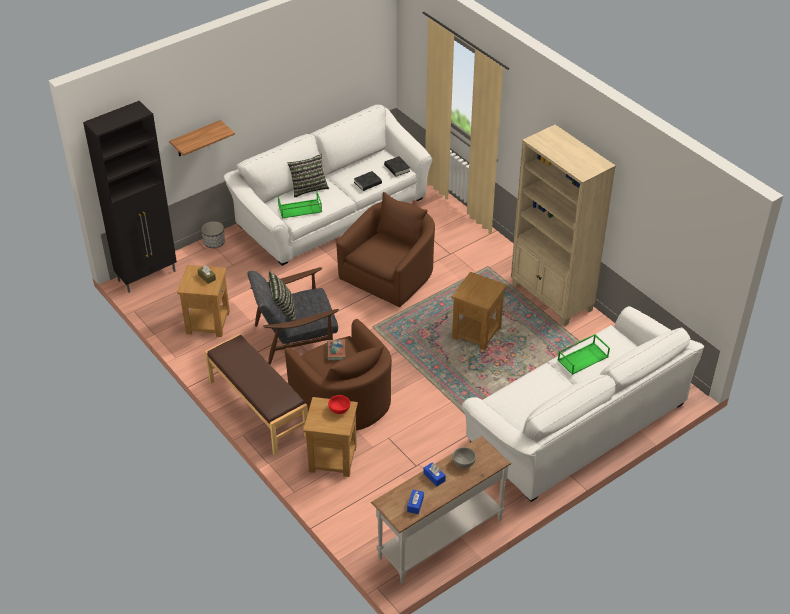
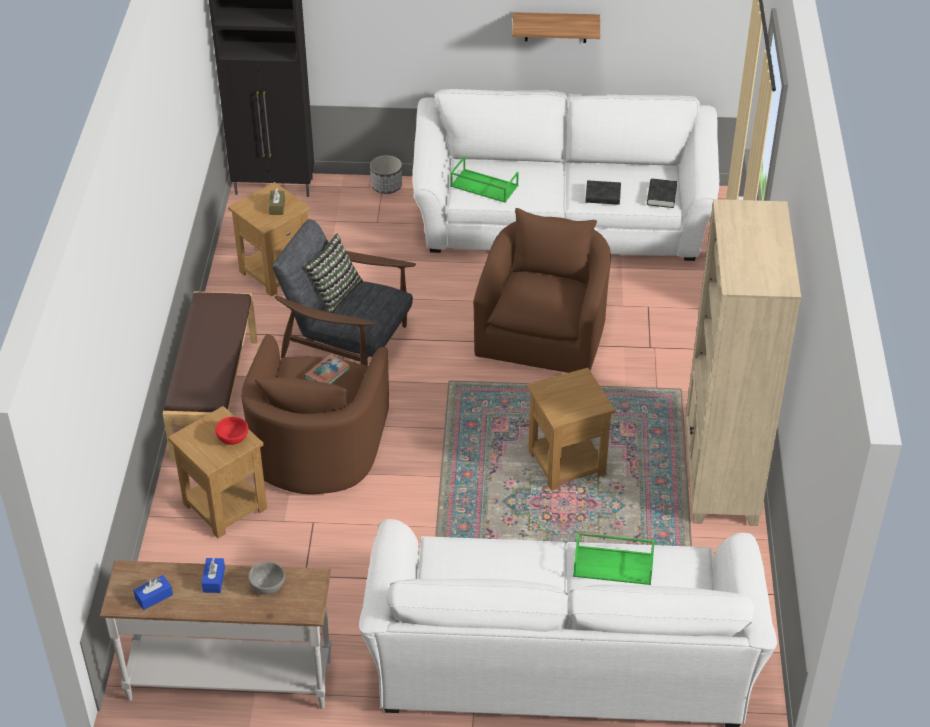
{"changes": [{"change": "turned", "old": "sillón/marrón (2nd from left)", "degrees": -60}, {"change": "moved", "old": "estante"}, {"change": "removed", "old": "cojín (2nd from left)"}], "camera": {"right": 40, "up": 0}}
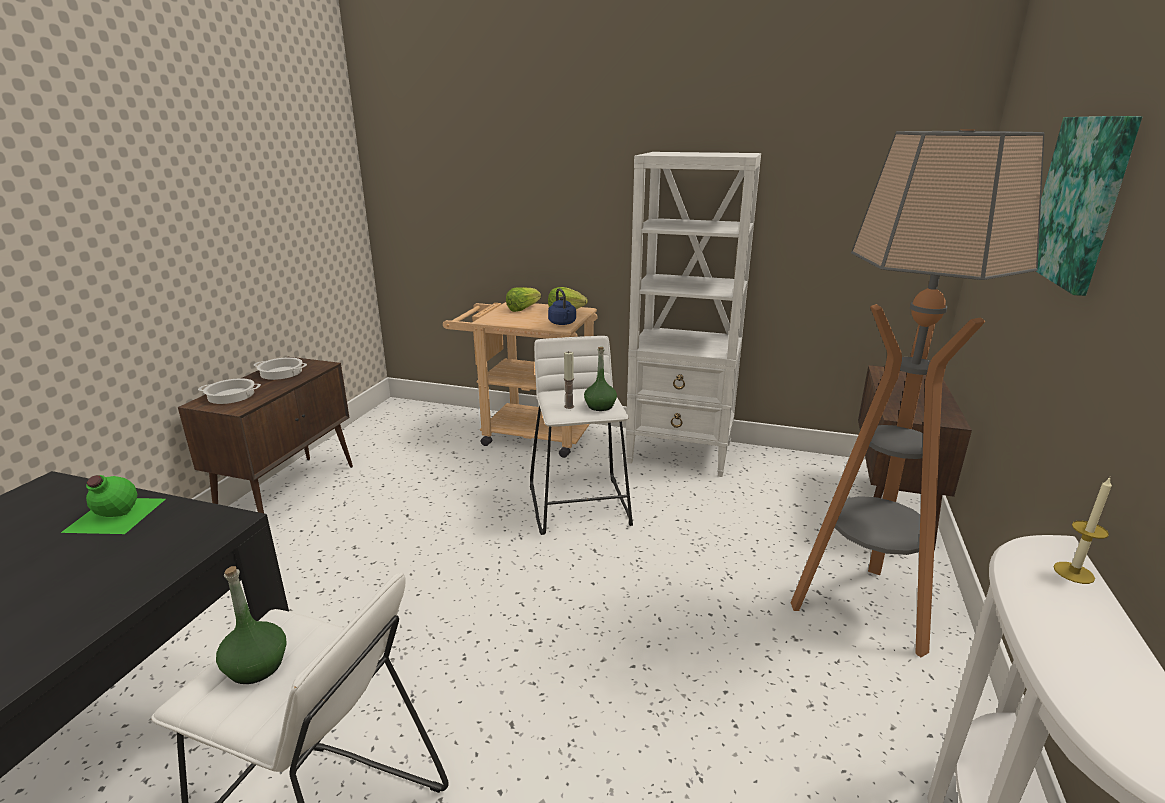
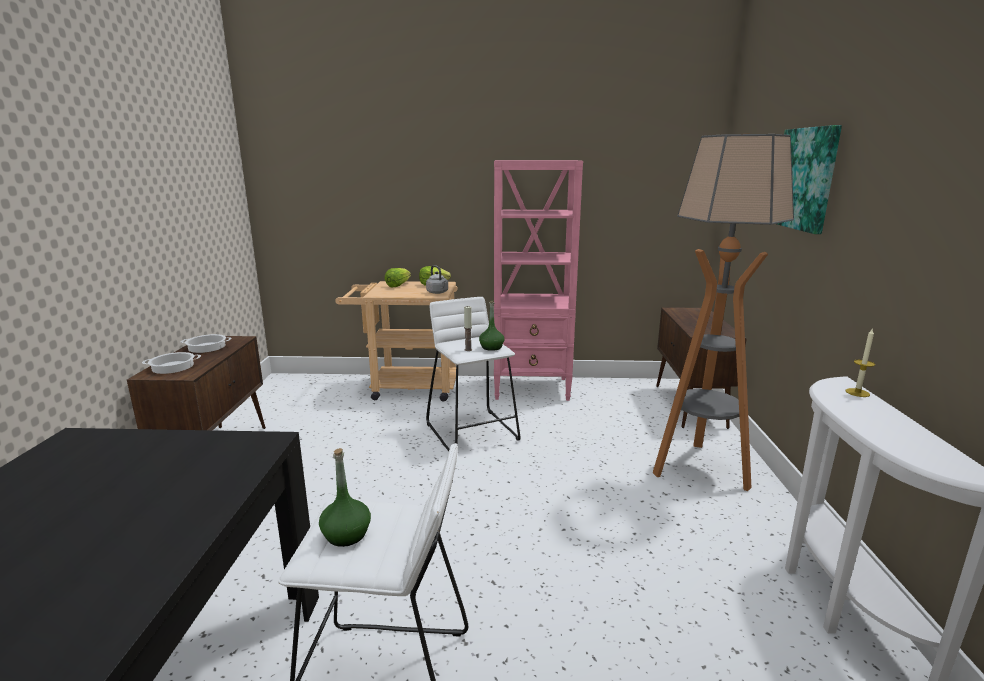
{"changes": [{"change": "recoloured", "old": "hervidor/azul", "new": "hervidor/gris"}, {"change": "recoloured", "old": "estantería/blanco", "new": "estantería/rosa"}, {"change": "removed", "old": "botella/verde (1st from left)"}], "camera": {"right": -15, "up": -5}}
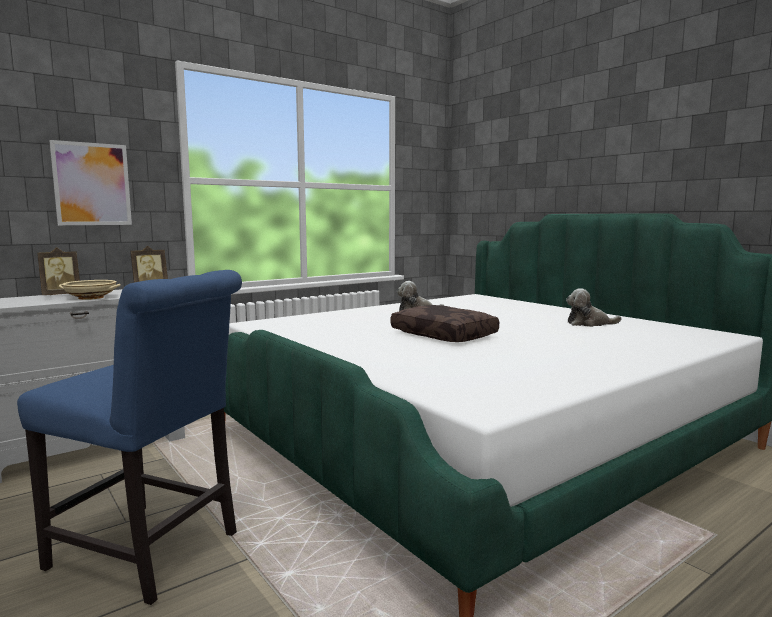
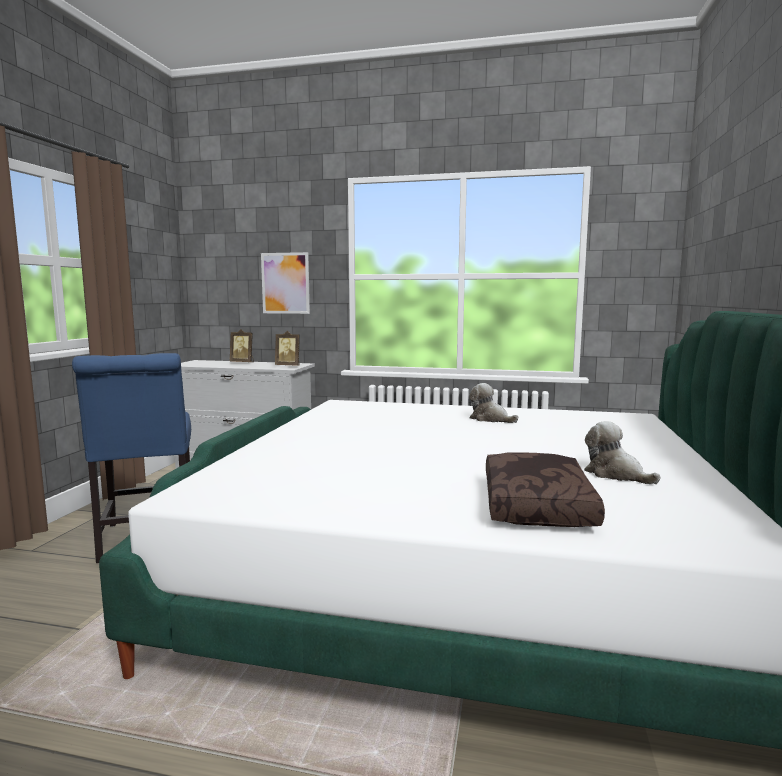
{"changes": [{"change": "moved", "old": "cojín/marrón"}, {"change": "removed", "old": "cuenco/beis"}], "camera": {"right": 50, "up": 0}}
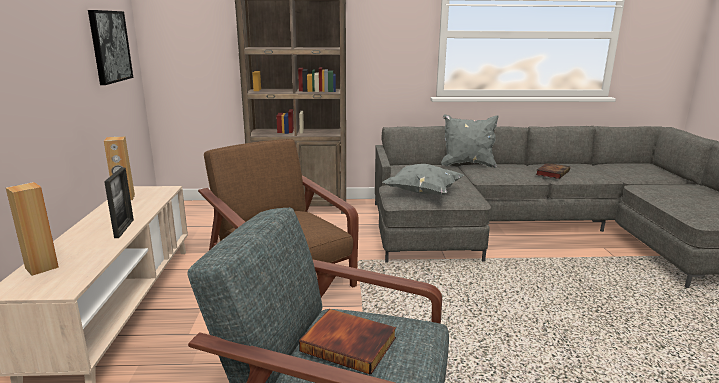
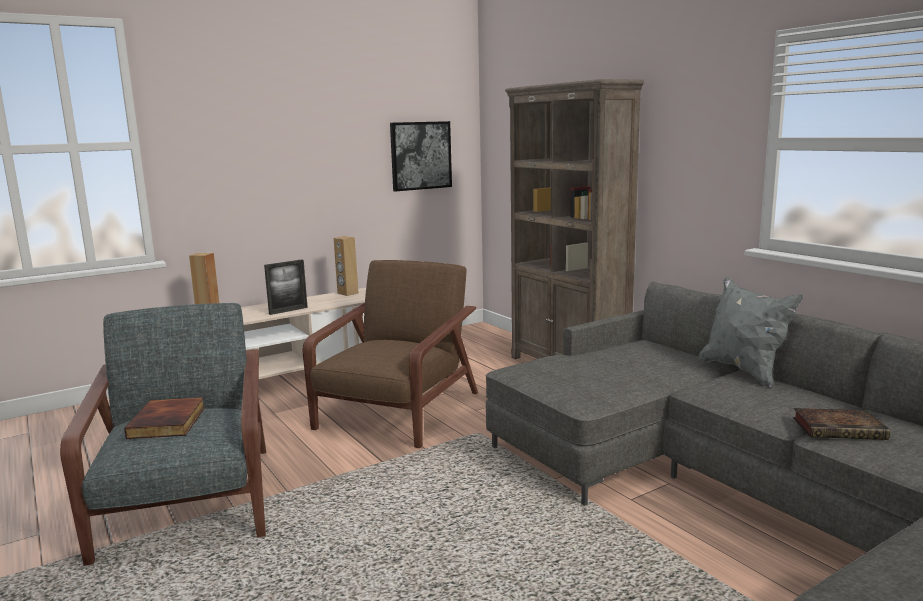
{"changes": [{"change": "removed", "old": "cojín/gris (1st from left)"}], "camera": {"right": 60, "up": -5}}
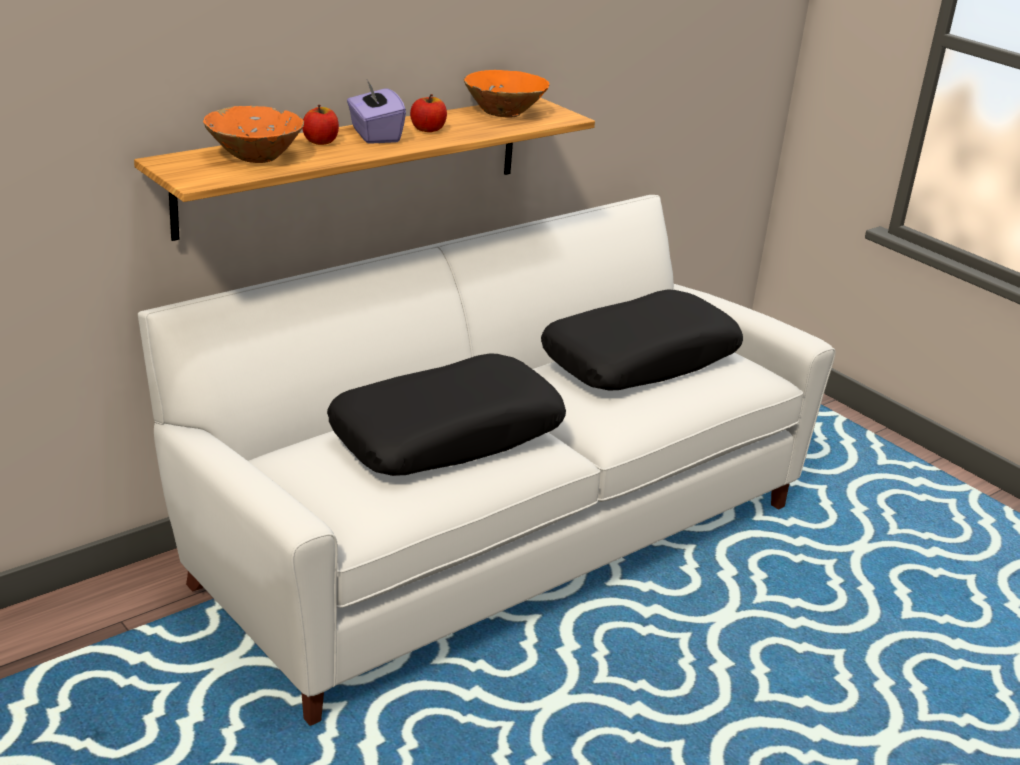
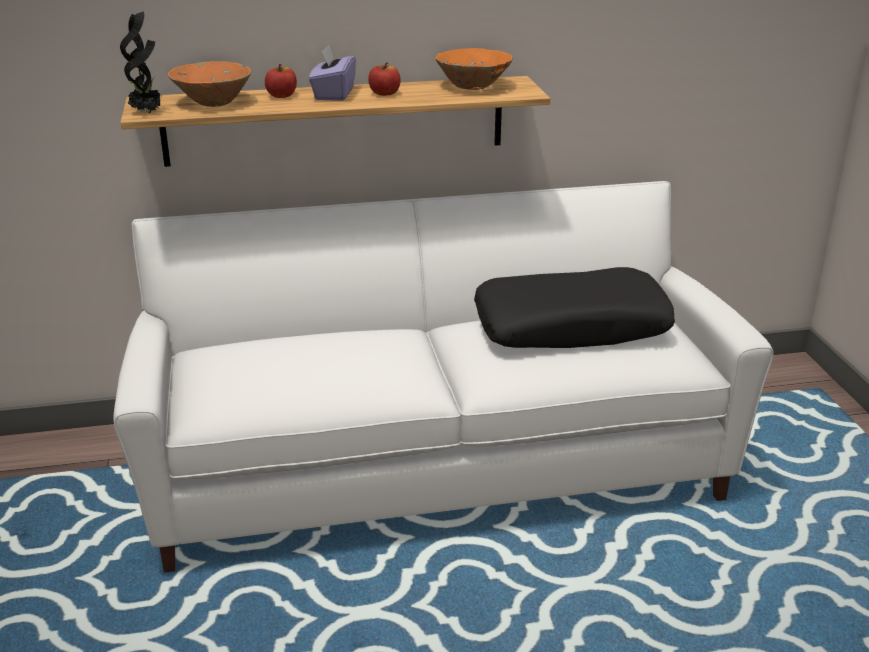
{"changes": [{"change": "added", "new": "planta en maceta"}, {"change": "removed", "old": "cojín/negro (1st from left)"}], "camera": {"right": 30, "up": 0}}
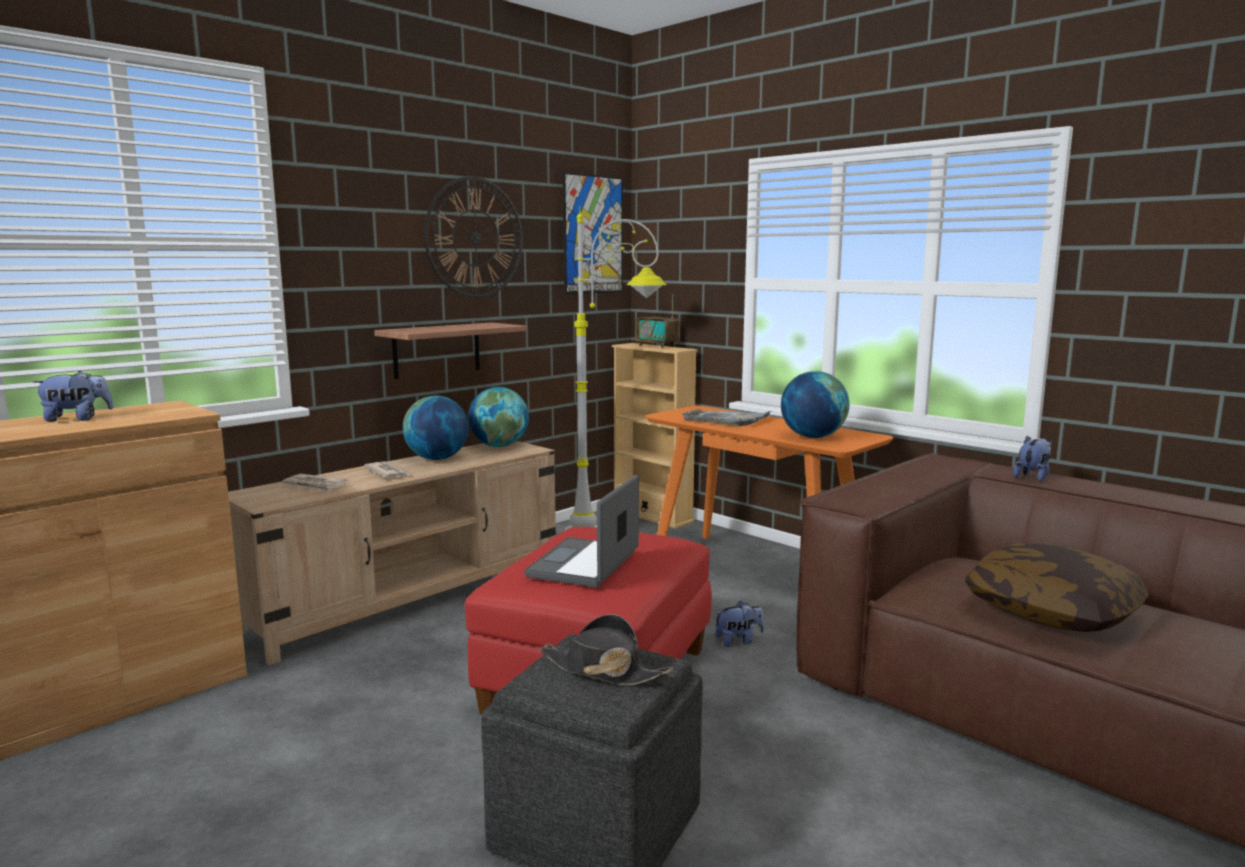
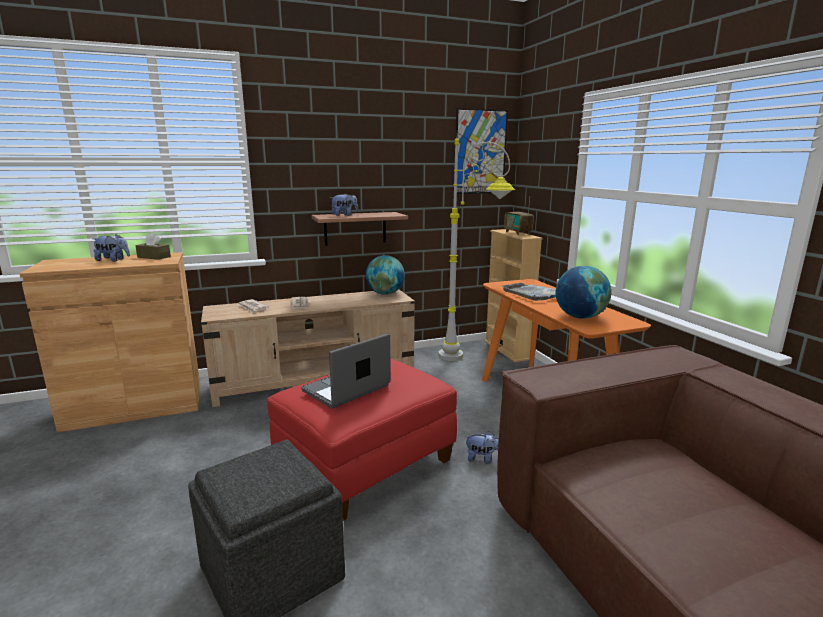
{"changes": [{"change": "added", "new": "caja de pañuelos/marrón"}, {"change": "moved", "old": "peluche (3rd from left in the first image)", "new": "peluche (2nd from left)"}, {"change": "removed", "old": "globo terráqueo (1st from left)"}, {"change": "removed", "old": "reloj de pared"}, {"change": "removed", "old": "sombrero/negro"}, {"change": "removed", "old": "cojín"}], "camera": {"right": 25, "up": 5}}
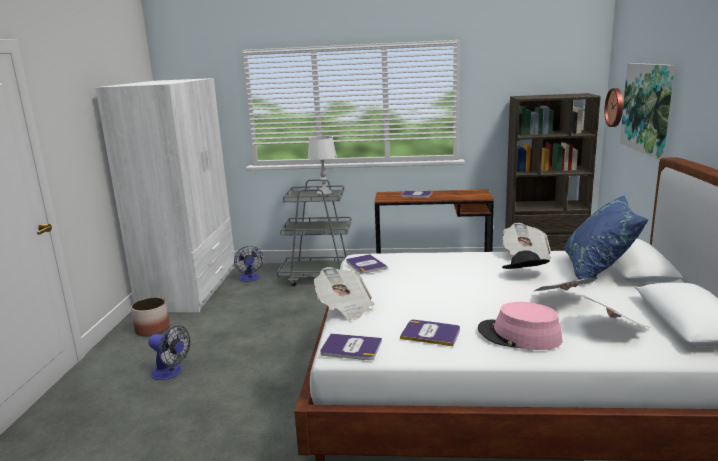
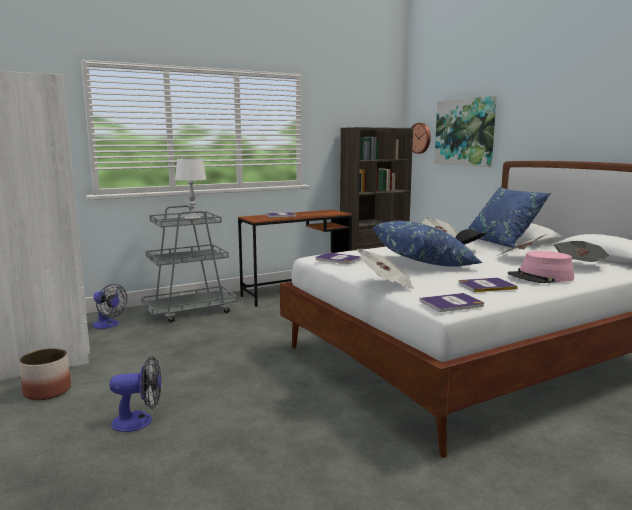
{"changes": [{"change": "added", "new": "cojín/azul (1st from left)"}], "camera": {"right": -35, "up": -5}}
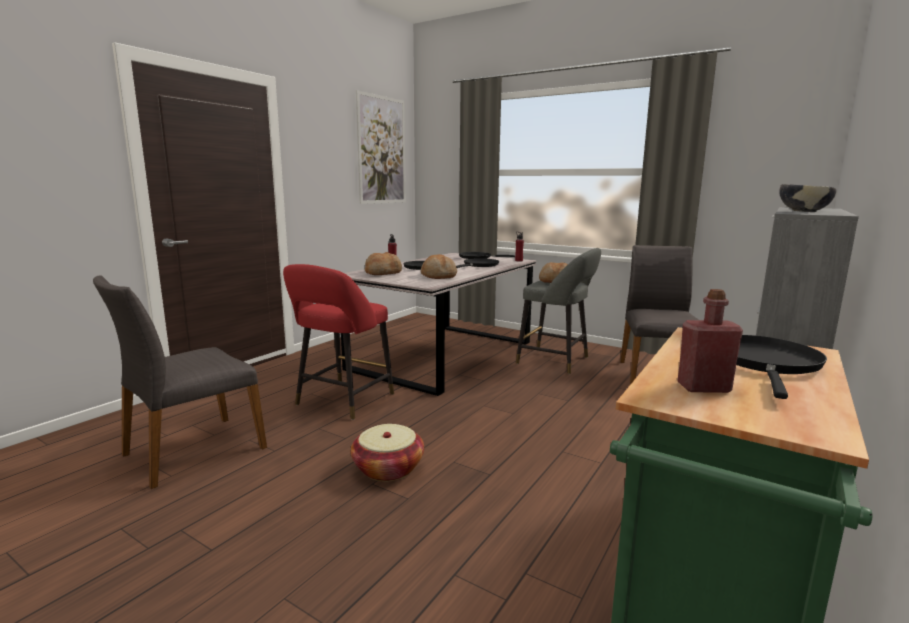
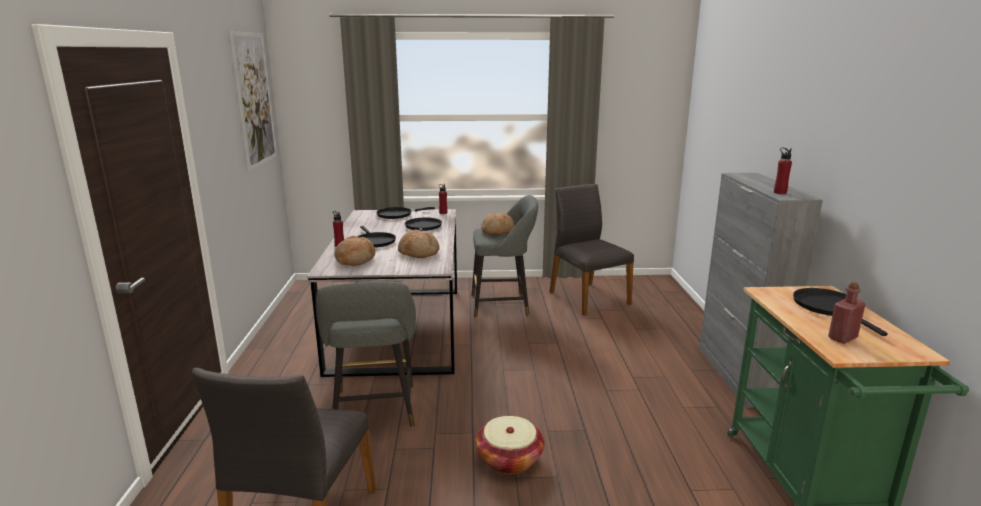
{"changes": [{"change": "recoloured", "old": "taburete/rojo", "new": "taburete/gris (1st from left)"}, {"change": "replaced", "old": "cuenco", "new": "botella/rojo (3rd from left)"}], "camera": {"right": -35, "up": 5}}
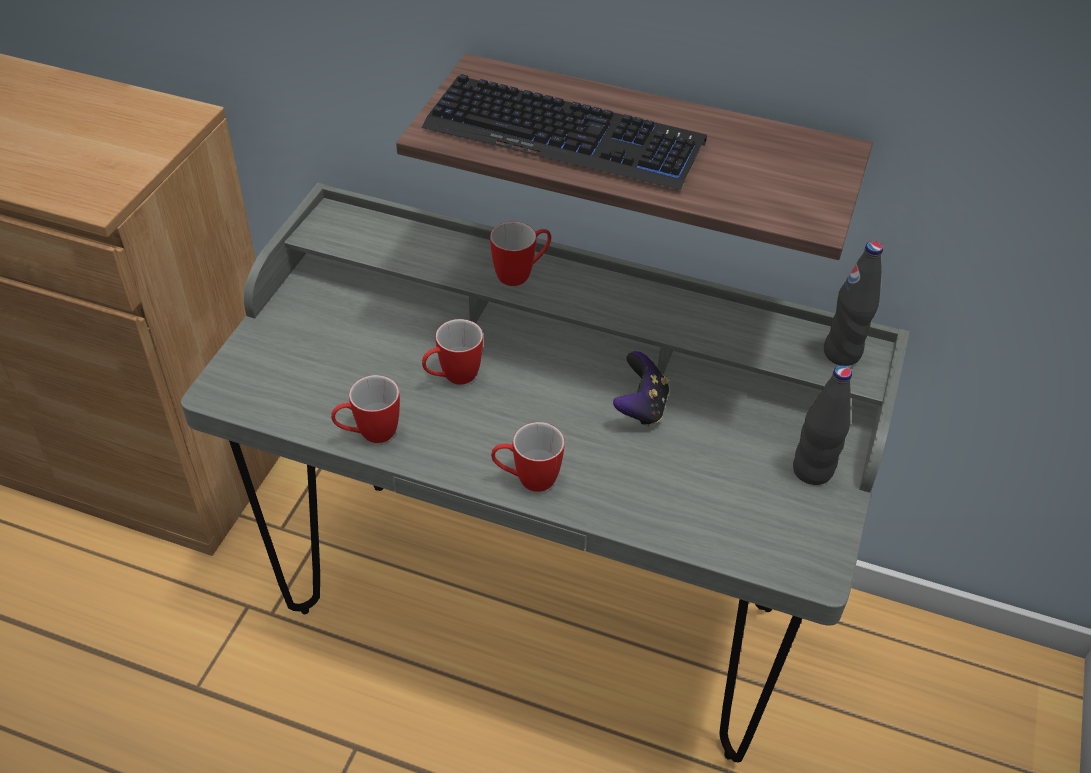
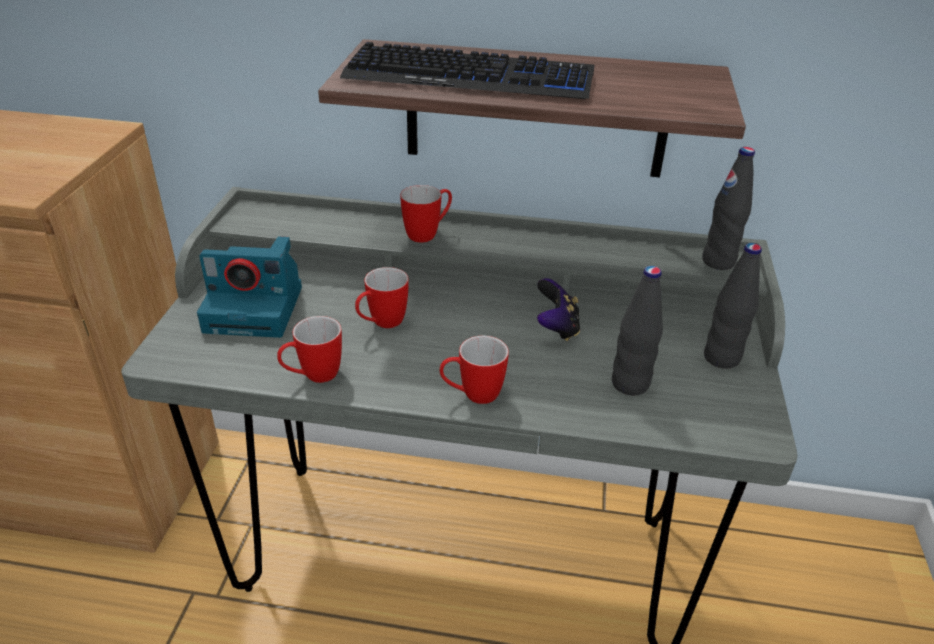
{"changes": [{"change": "added", "new": "cámara"}, {"change": "added", "new": "botella/negro (1st from left)"}], "camera": {"right": -10, "up": -10}}
